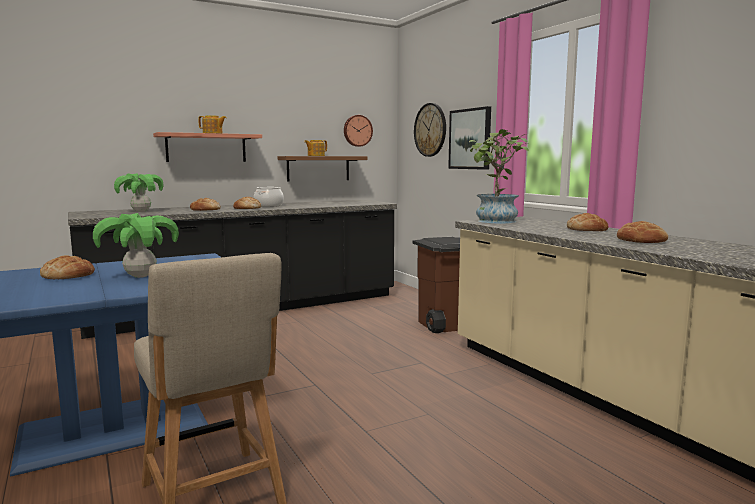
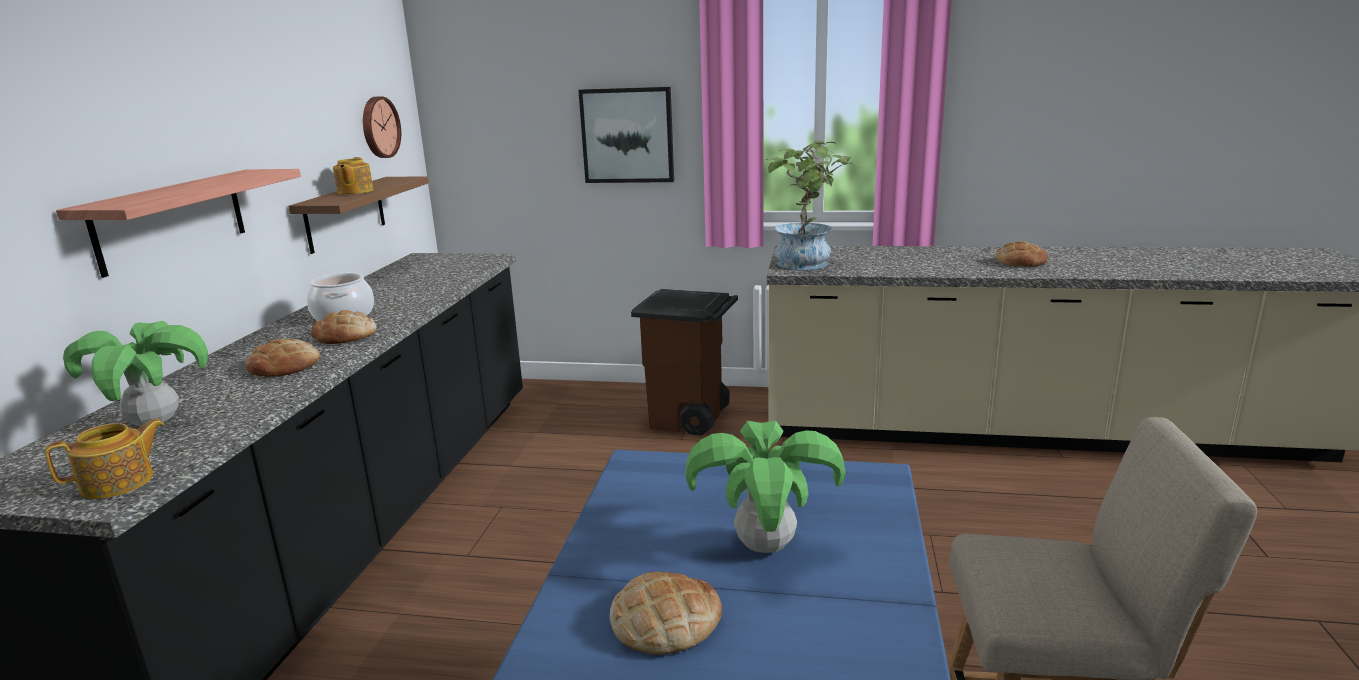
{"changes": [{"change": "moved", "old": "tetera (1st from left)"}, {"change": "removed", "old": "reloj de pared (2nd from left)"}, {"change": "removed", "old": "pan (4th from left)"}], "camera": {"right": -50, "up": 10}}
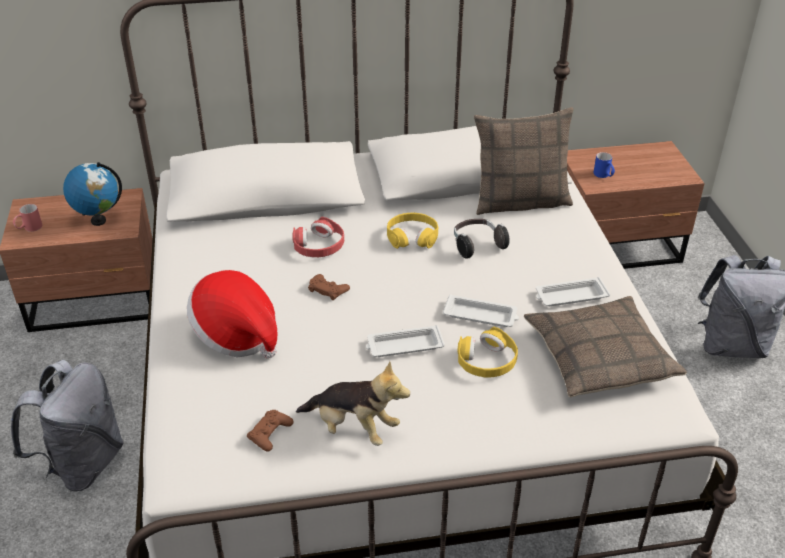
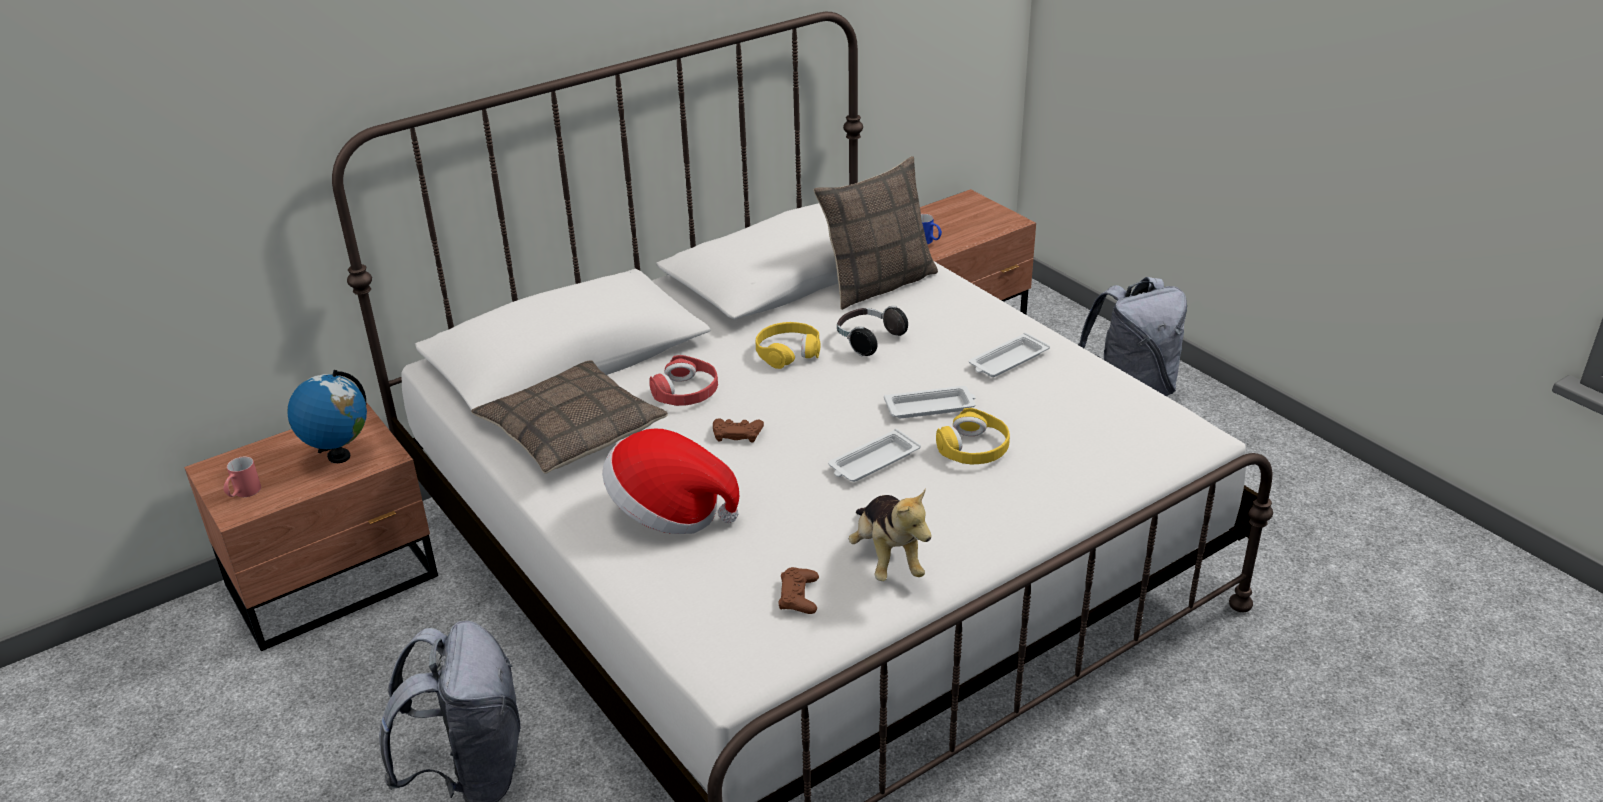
{"changes": [{"change": "moved", "old": "cojín (2nd from left in the first image)", "new": "cojín (1st from left)"}, {"change": "turned", "old": "peluche", "degrees": 75}], "camera": {"right": -25, "up": -5}}
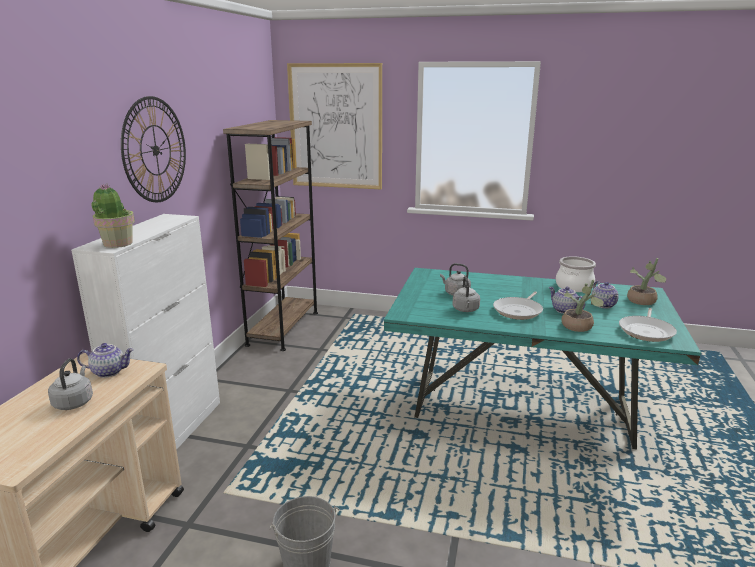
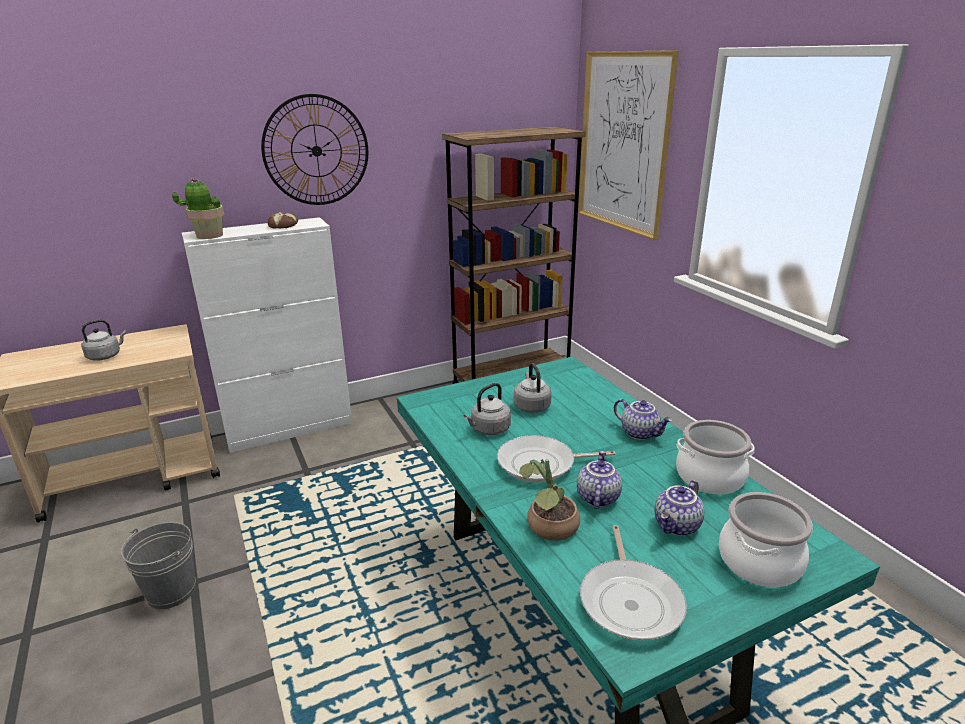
{"changes": [{"change": "added", "new": "pan"}, {"change": "turned", "old": "sartén (2nd from left)", "degrees": -75}, {"change": "moved", "old": "tetera (1st from left in the first image)", "new": "tetera (2nd from left)"}, {"change": "replaced", "old": "planta en maceta (3rd from left)", "new": "olla (2nd from left)"}], "camera": {"right": 50, "up": 5}}
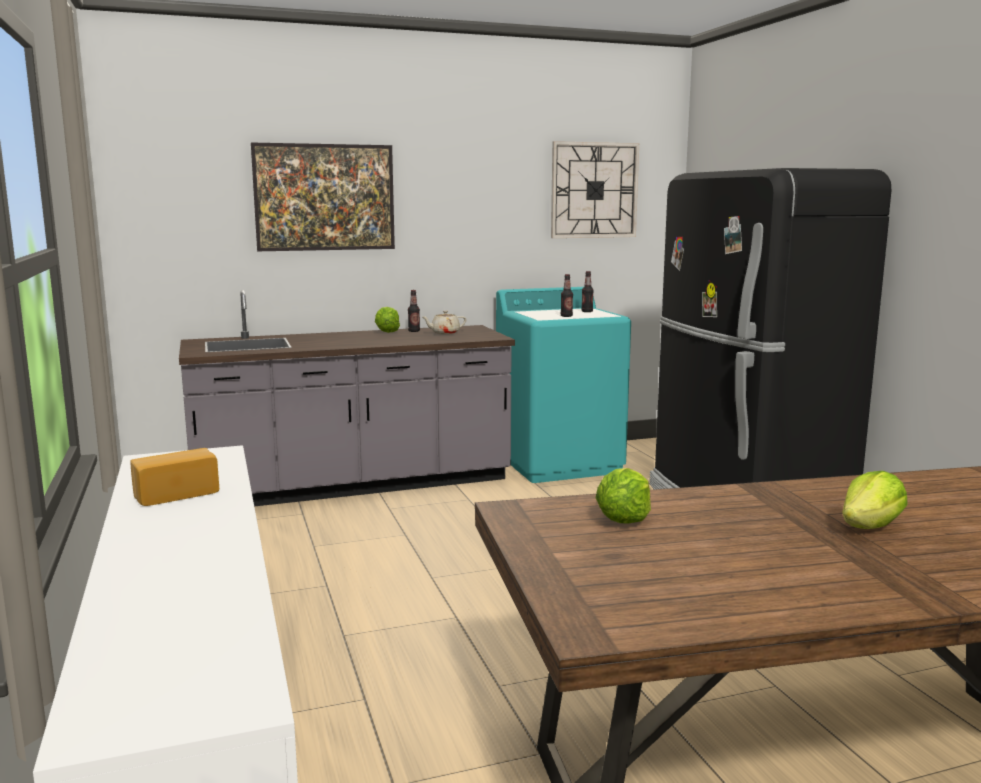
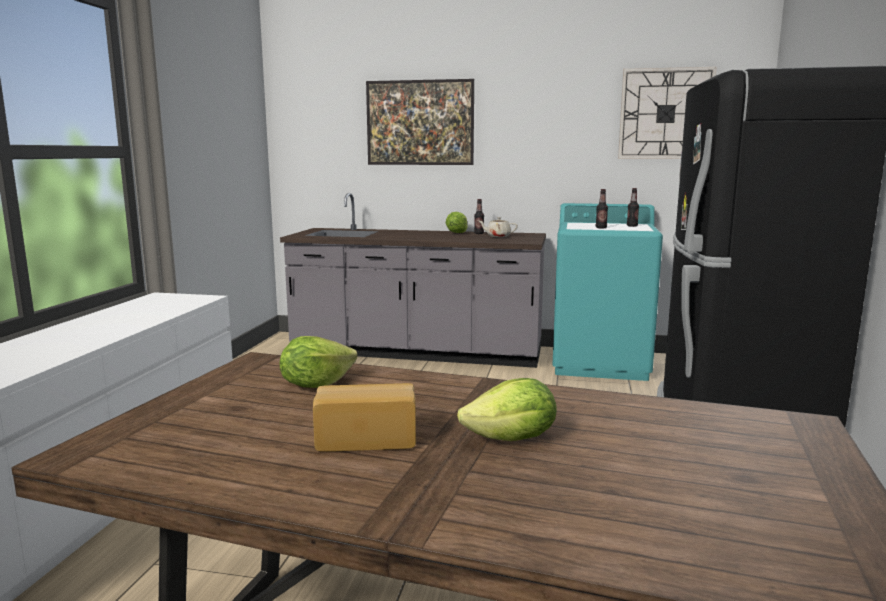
{"changes": [{"change": "moved", "old": "pan"}], "camera": {"right": 30, "up": 0}}
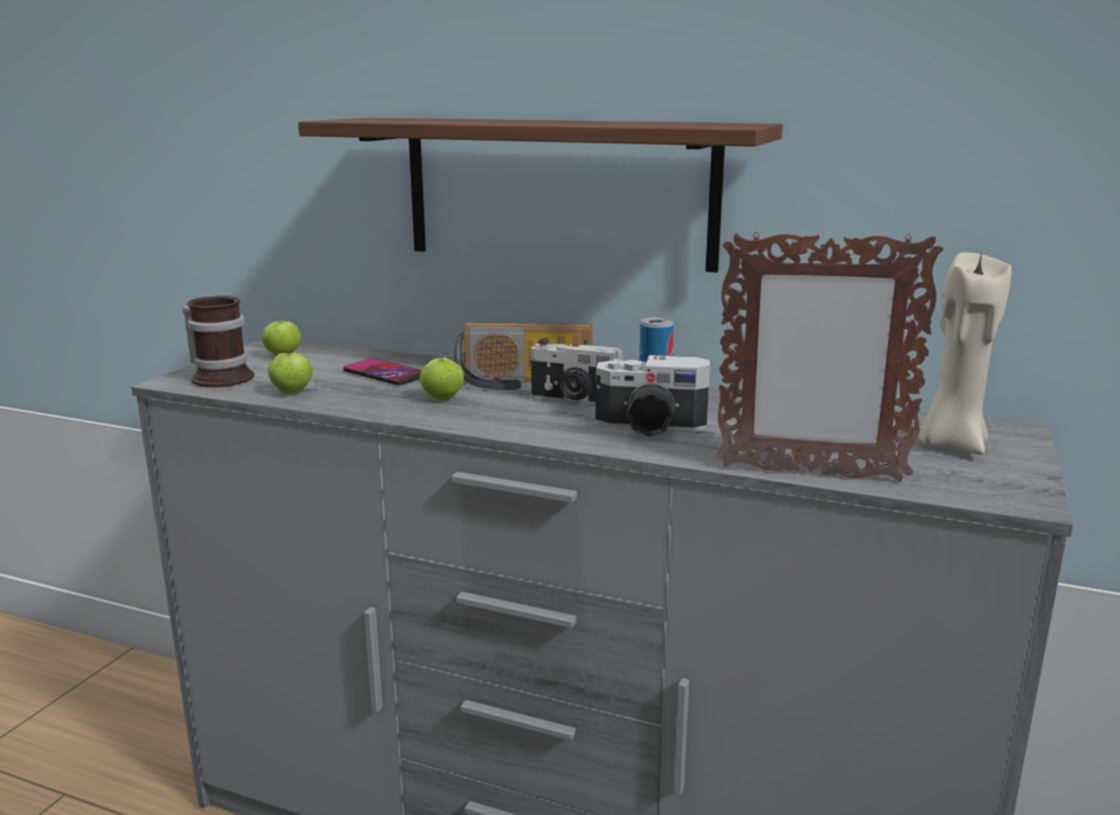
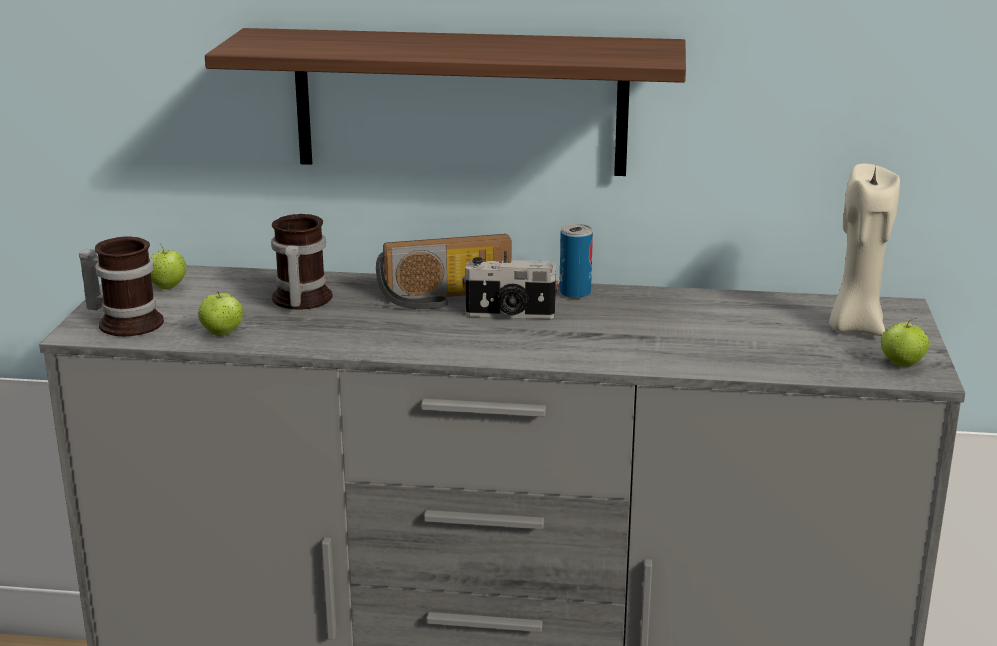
{"changes": [{"change": "replaced", "old": "móvil", "new": "taza grande (2nd from left)"}, {"change": "moved", "old": "manzana (3rd from left)"}, {"change": "removed", "old": "cámara (2nd from left)"}, {"change": "removed", "old": "portarretratos"}], "camera": {"right": -15, "up": 5}}
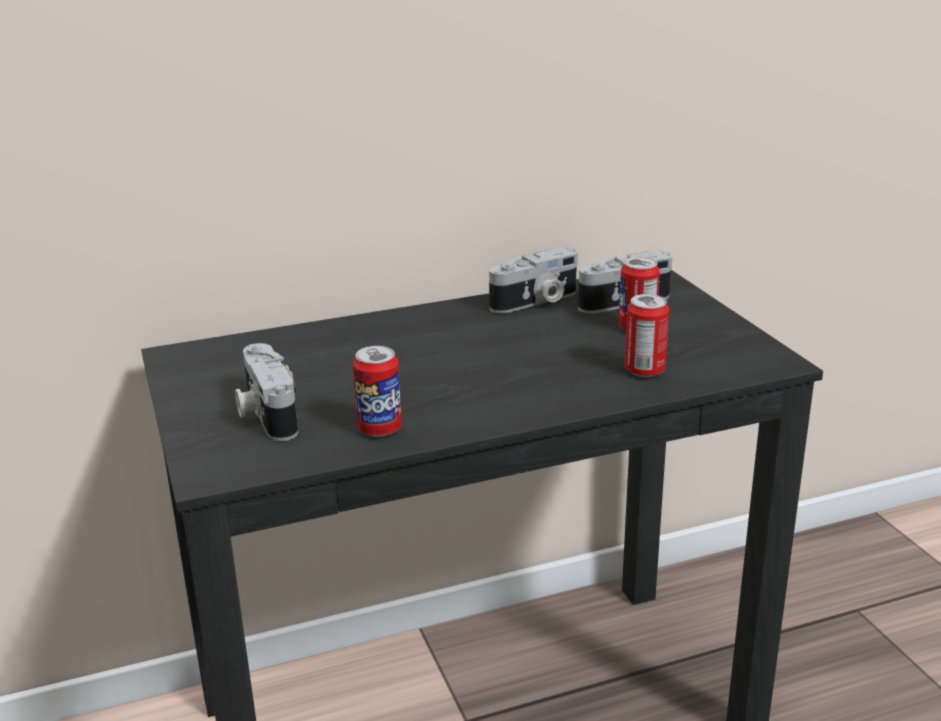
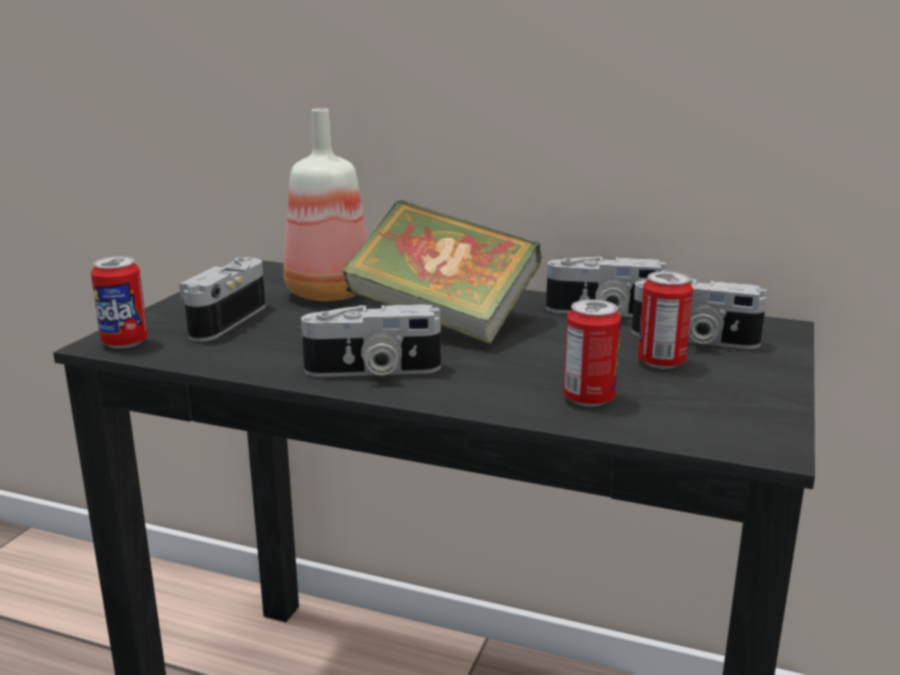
{"changes": [{"change": "moved", "old": "lata (1st from left)"}, {"change": "added", "new": "botella"}, {"change": "added", "new": "cámara (2nd from left)"}, {"change": "added", "new": "libro"}], "camera": {"right": 40, "up": -5}}
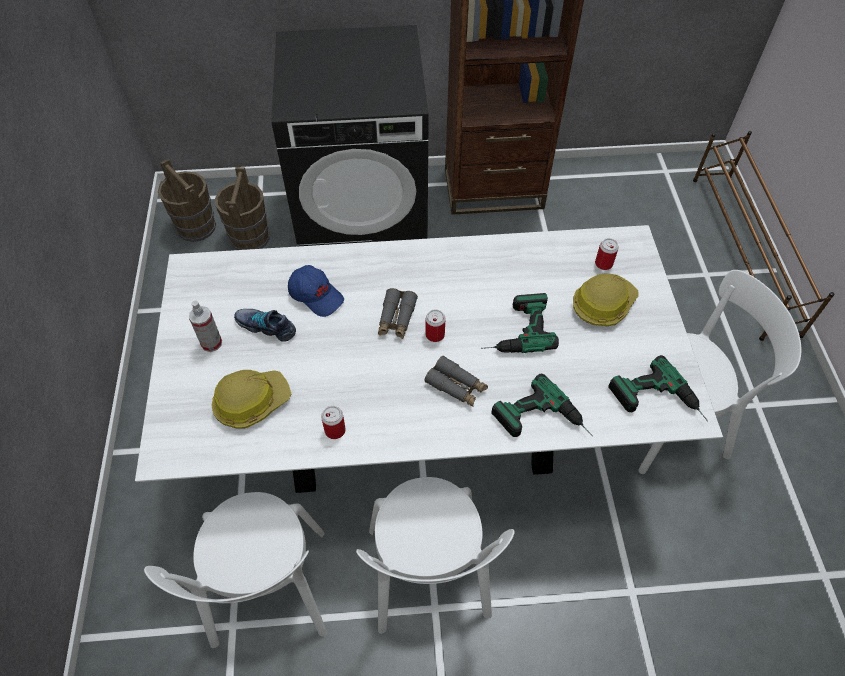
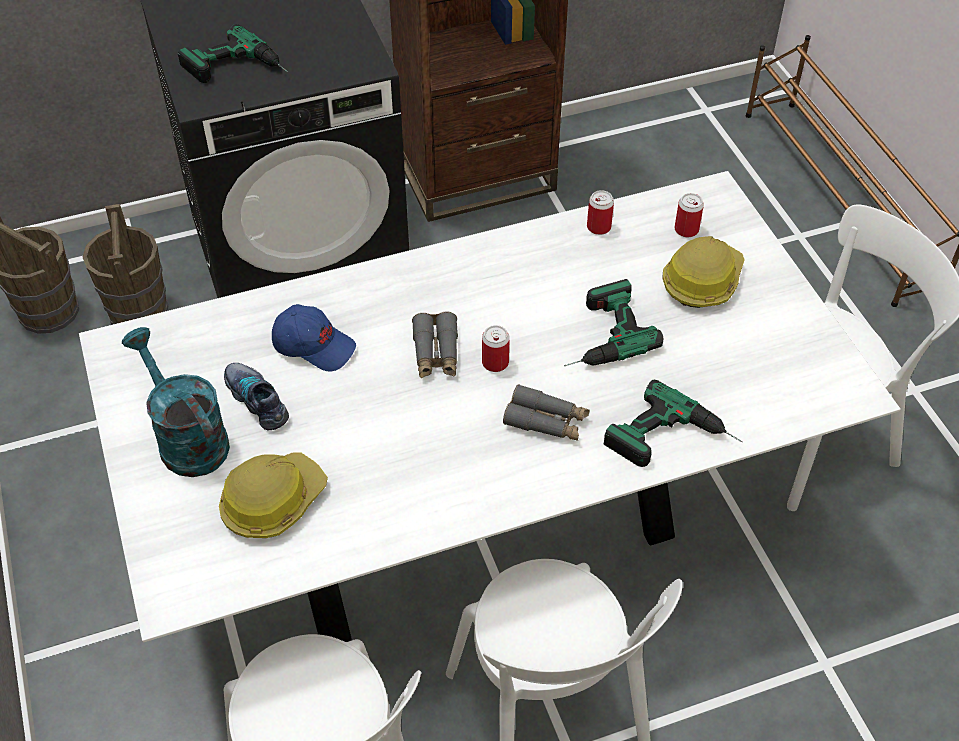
{"changes": [{"change": "replaced", "old": "pulverizador", "new": "regadera/turquesa"}, {"change": "moved", "old": "taladro (3rd from left in the first image)", "new": "taladro (1st from left)"}, {"change": "turned", "old": "zapato", "degrees": 45}, {"change": "moved", "old": "lata (1st from left in the first image)", "new": "lata (2nd from left)"}], "camera": {"right": -15, "up": -5}}
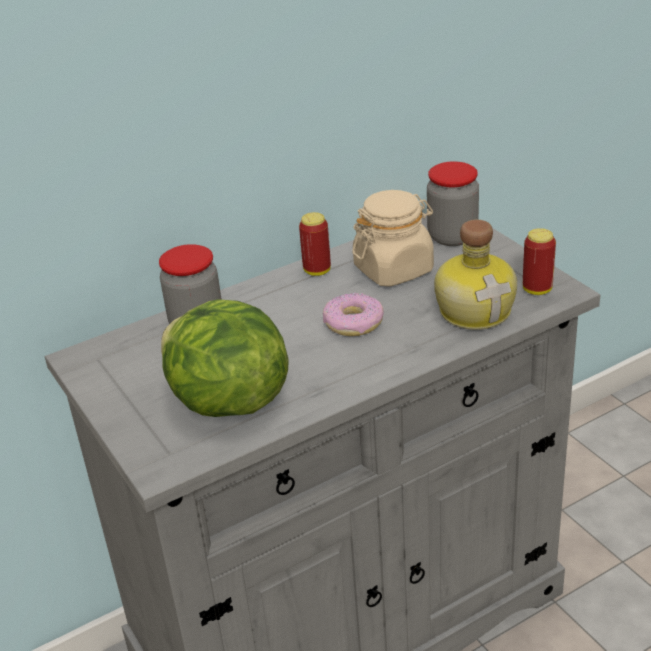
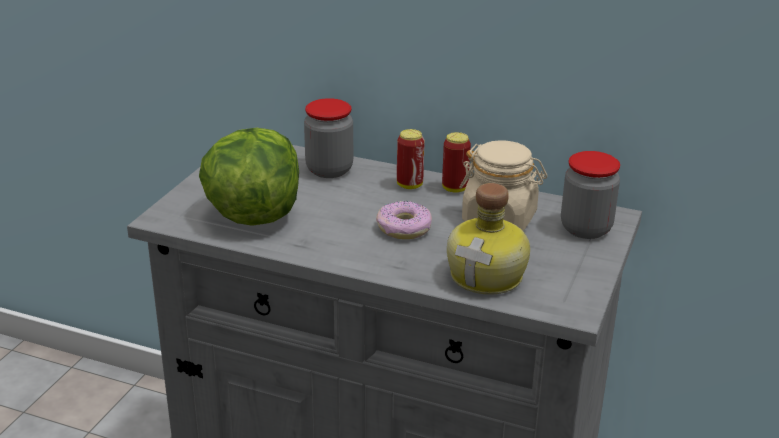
{"changes": [{"change": "moved", "old": "lata (2nd from left in the first image)", "new": "lata (1st from left)"}], "camera": {"right": 50, "up": -5}}
